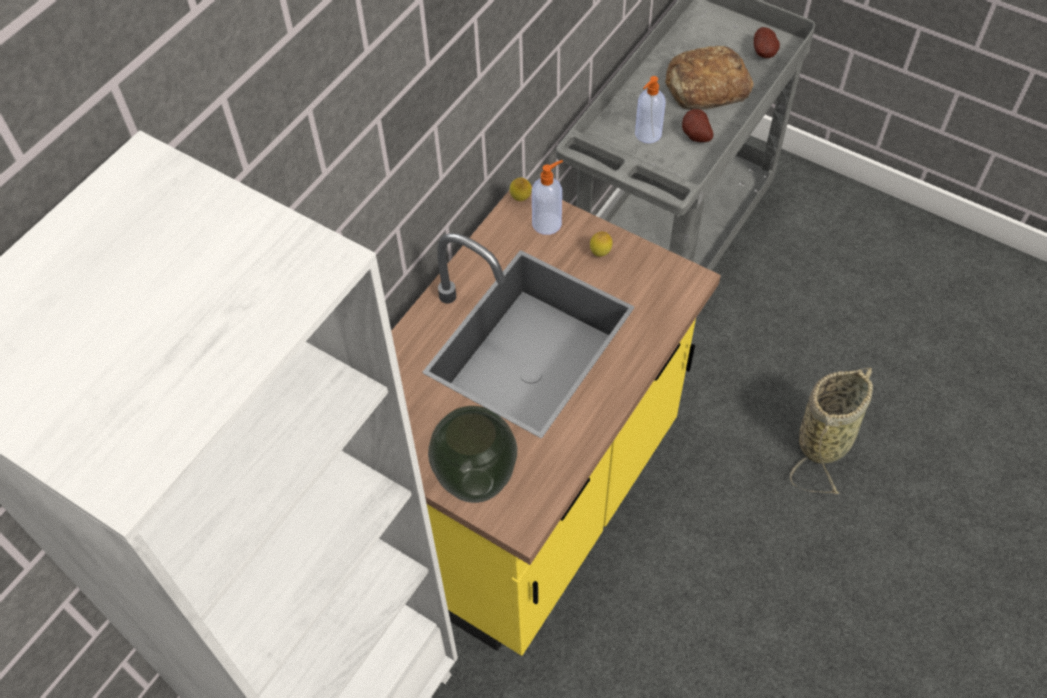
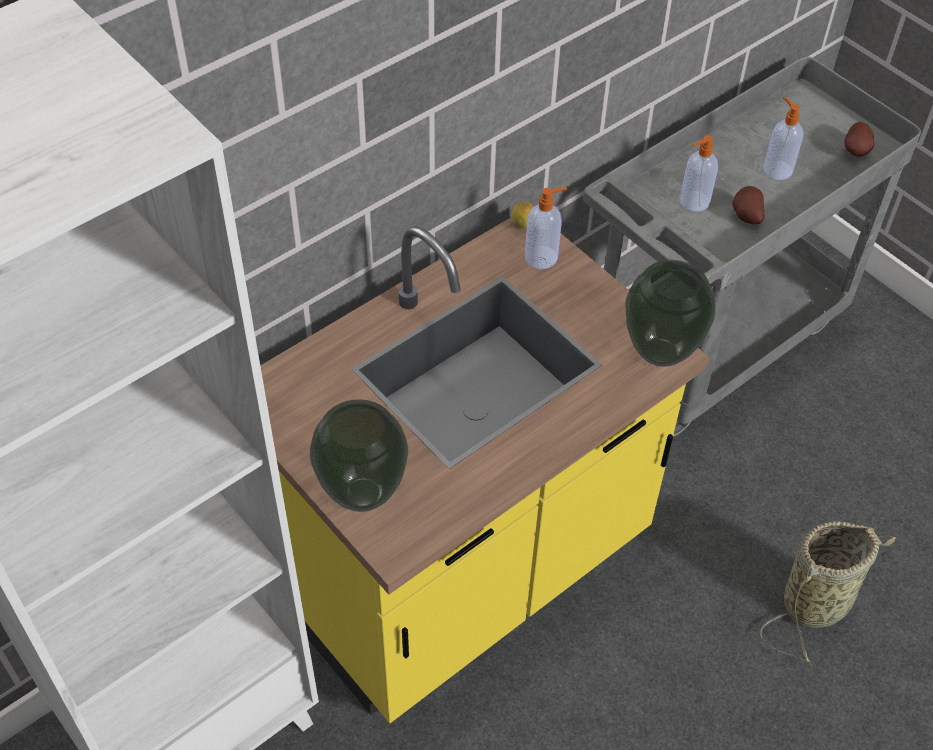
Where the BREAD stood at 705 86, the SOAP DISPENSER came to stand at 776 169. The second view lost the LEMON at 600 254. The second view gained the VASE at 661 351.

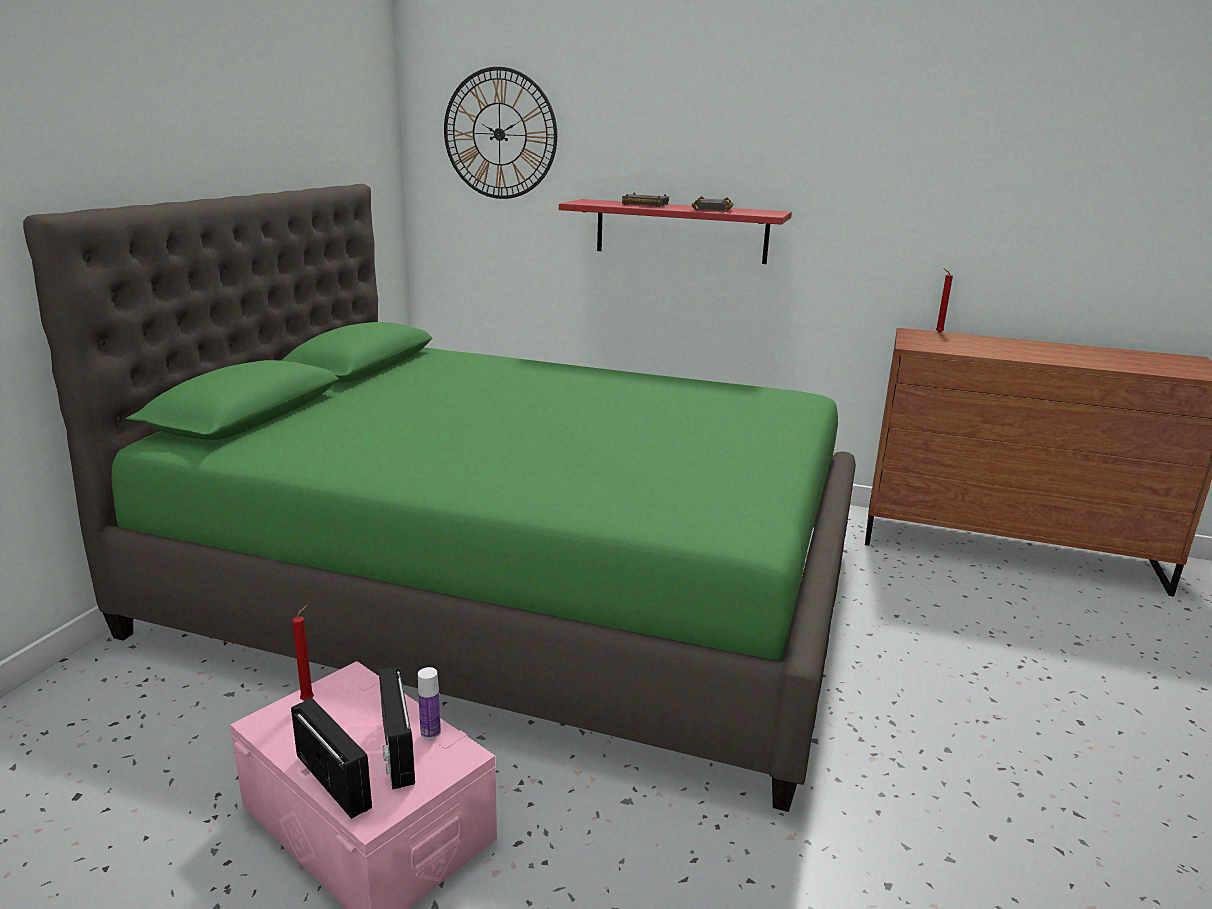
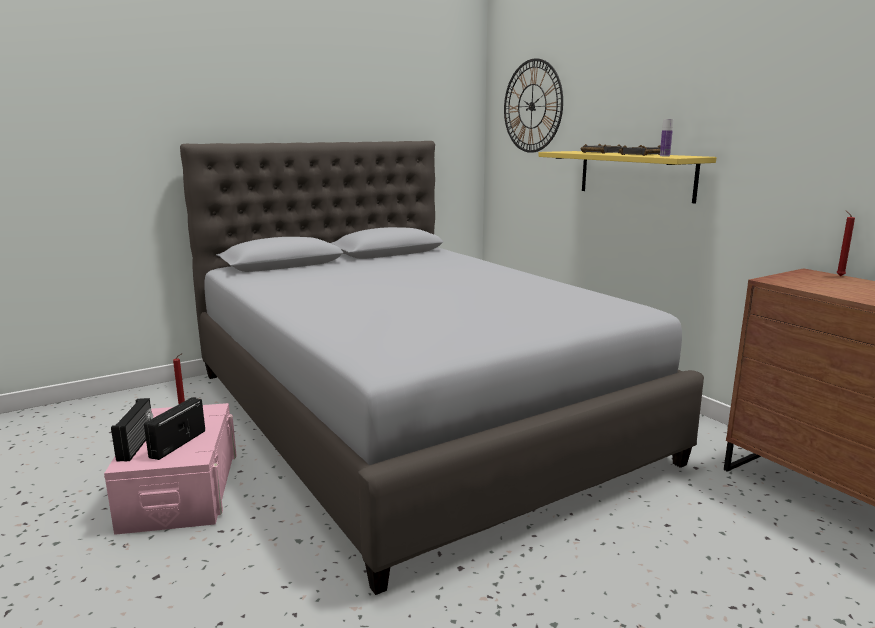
What was the GREEN BED at 515 588 turned into the GREY BED at 411 413. What was the RED SHELF at 681 231 turned into the YELLOW SHELF at 635 175. The BOTTLE ended up elsewhere, having gone from 430 732 to 664 156.

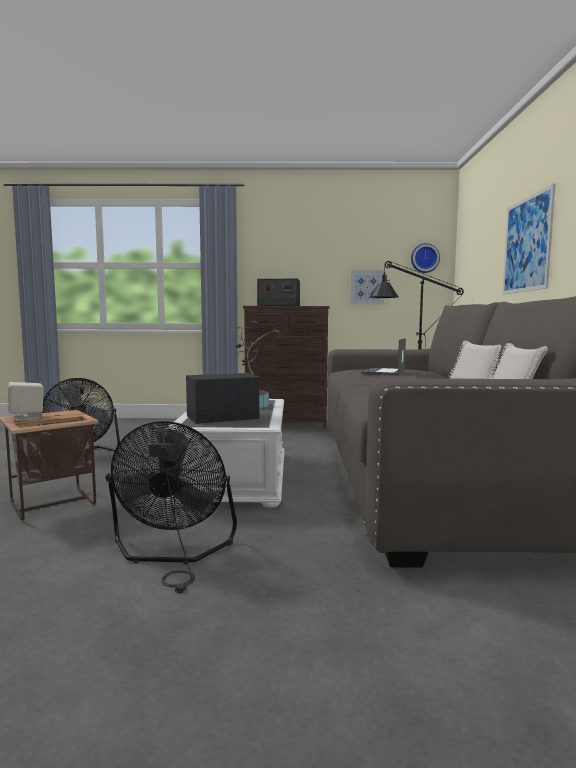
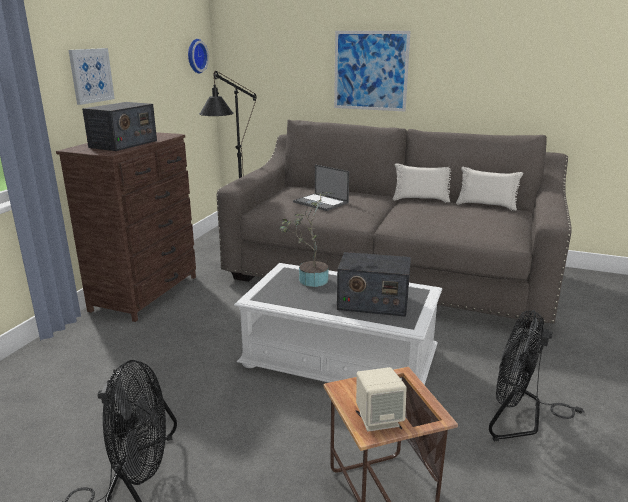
The PICTURE ended up elsewhere, having gone from 366 287 to 91 75. The RADIO at 223 417 ended up facing another way, 75 degrees counterclockwise from before.

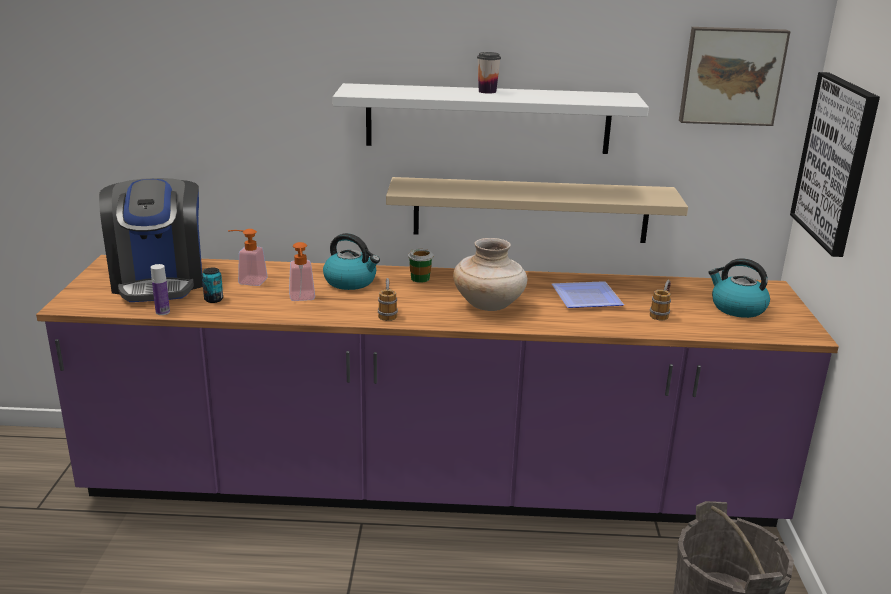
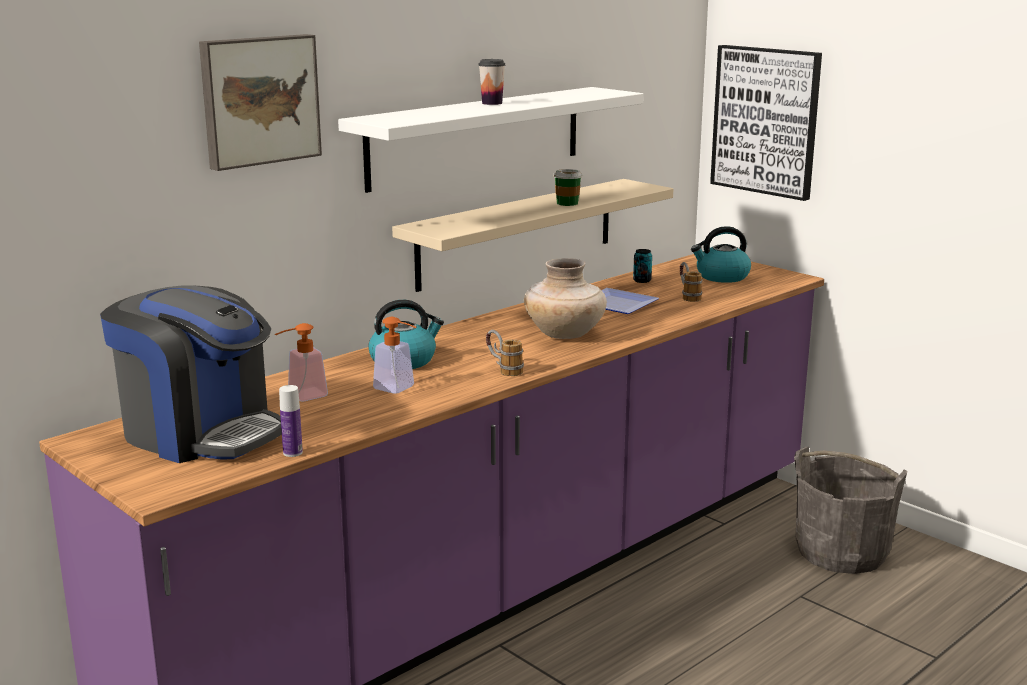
The PICTURE ended up elsewhere, having gone from 731 76 to 259 100. The CUP ended up elsewhere, having gone from 420 278 to 567 203. The CAN ended up elsewhere, having gone from 213 299 to 642 280.

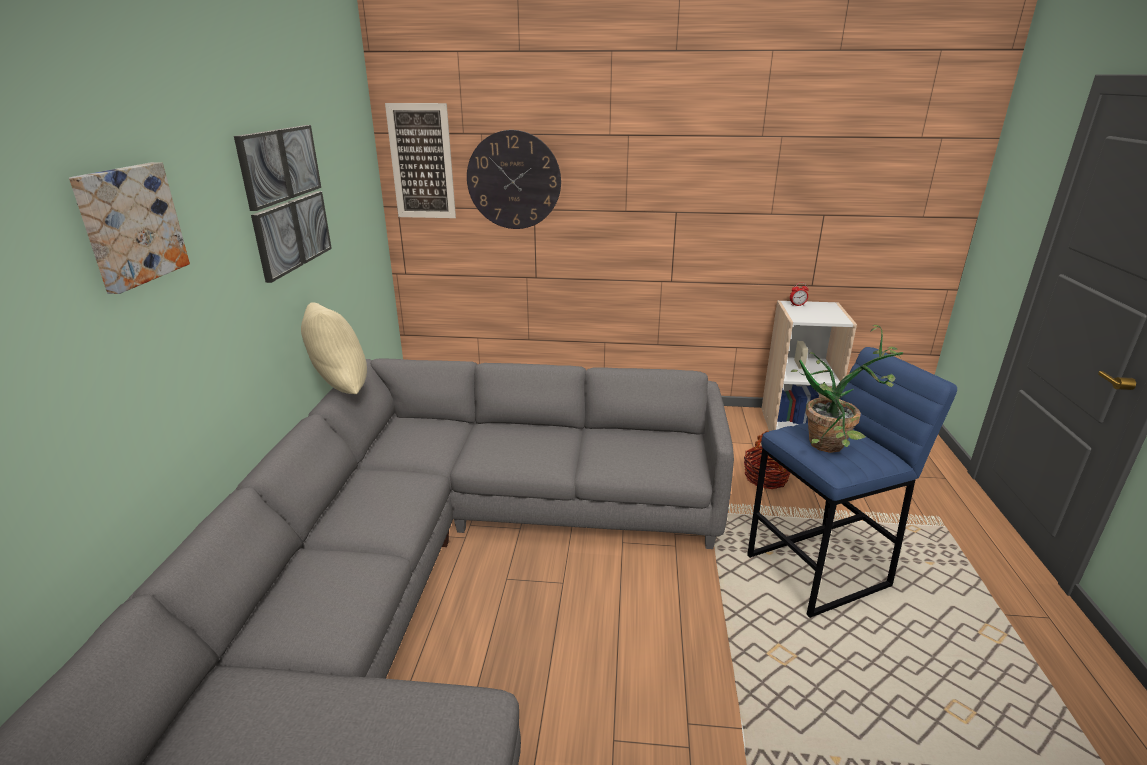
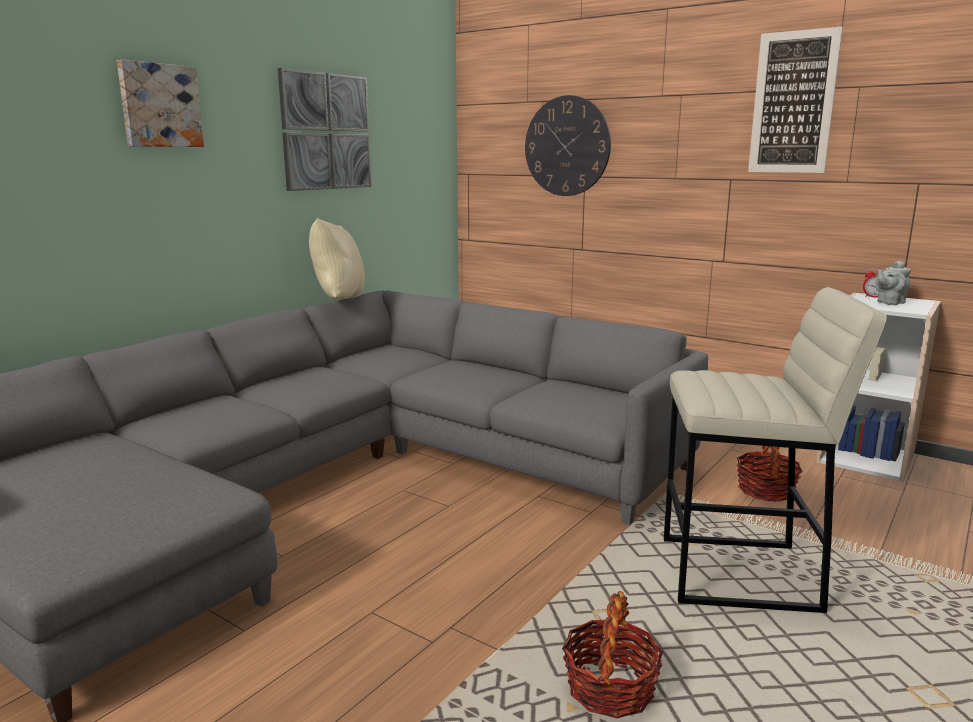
The PICTURE ended up elsewhere, having gone from 421 162 to 793 103. The second view lost the POTTED PLANT at 835 447. What was the BLUE STOOL at 820 569 turned into the BEIGE STOOL at 742 574. The second view gained the GREY TEAPOT at 889 303. The second view gained the BASKET at 610 688.

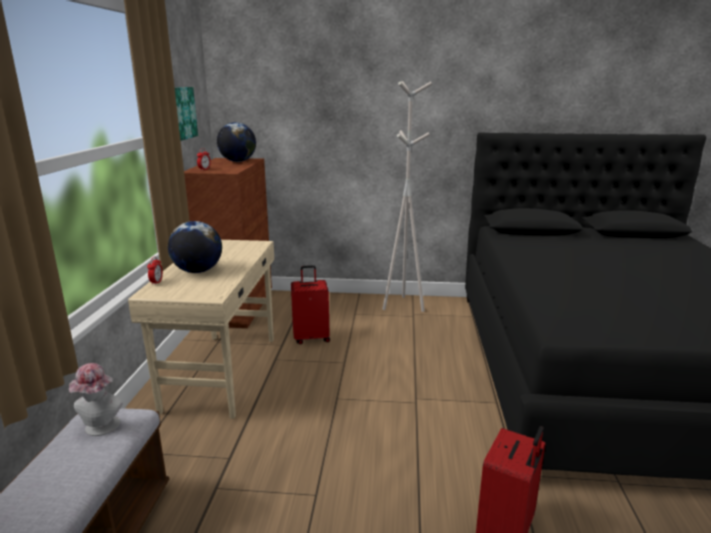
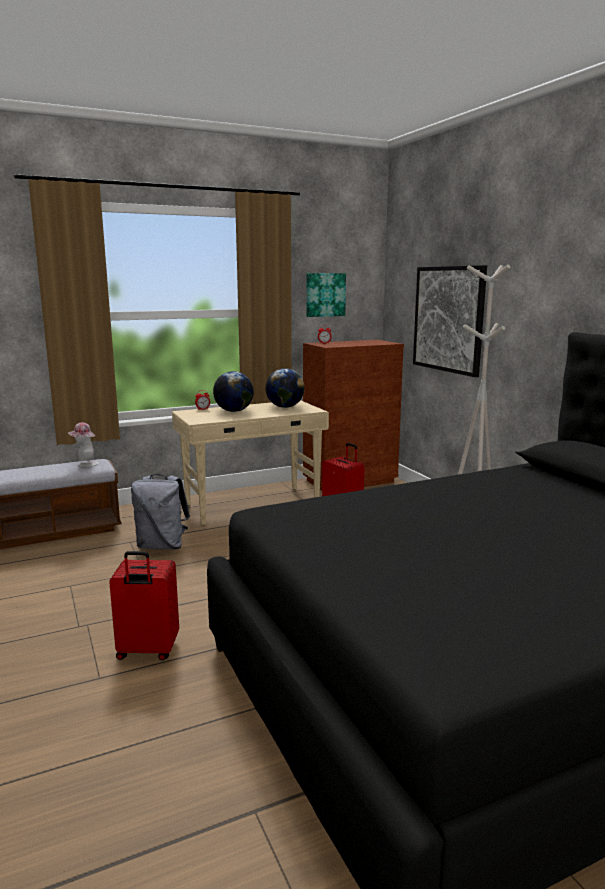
The GLOBE ended up elsewhere, having gone from 237 161 to 285 407. The second view gained the PICTURE at 448 319. The second view gained the GREY BACKPACK at 162 546.

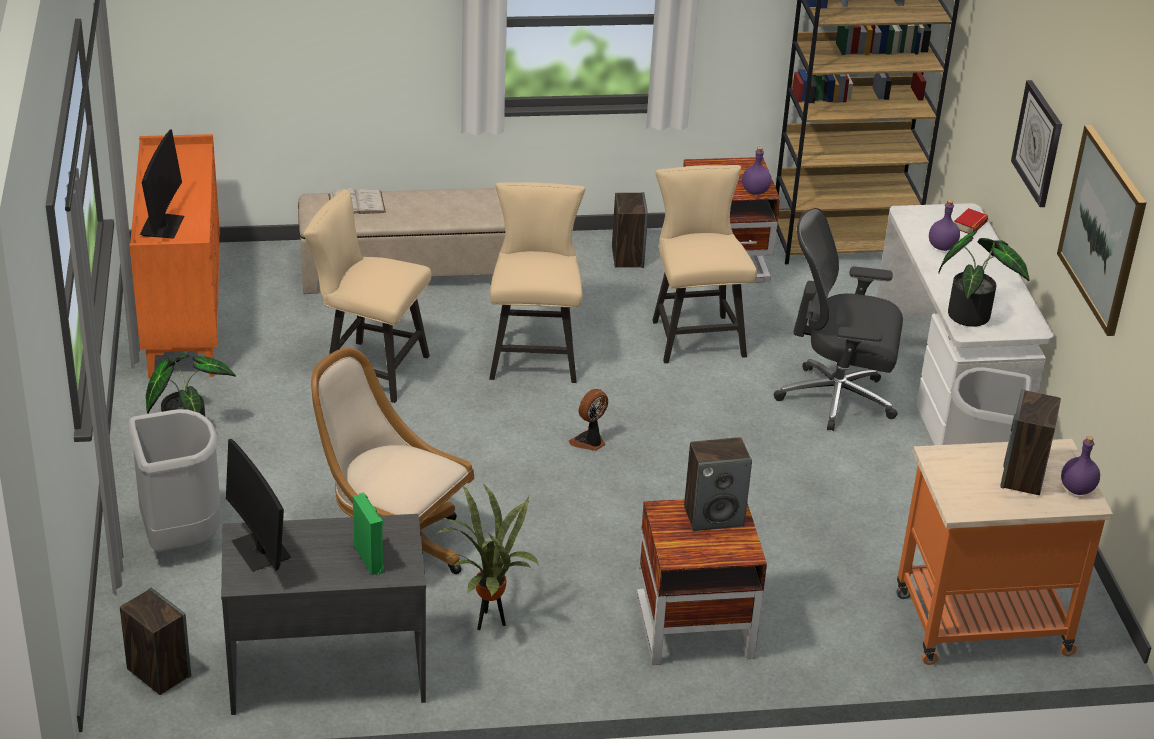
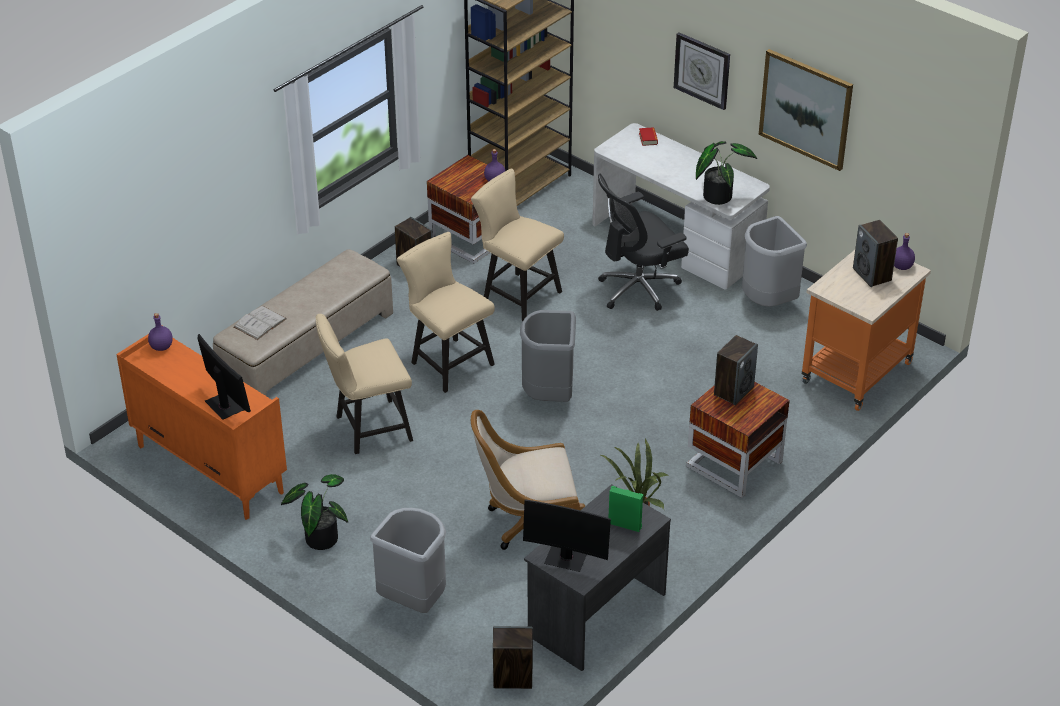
The PURPLE BOTTLE ended up elsewhere, having gone from 941 246 to 161 347. Where the FAN stood at 589 442, the GREY TRASH CAN came to stand at 549 395.

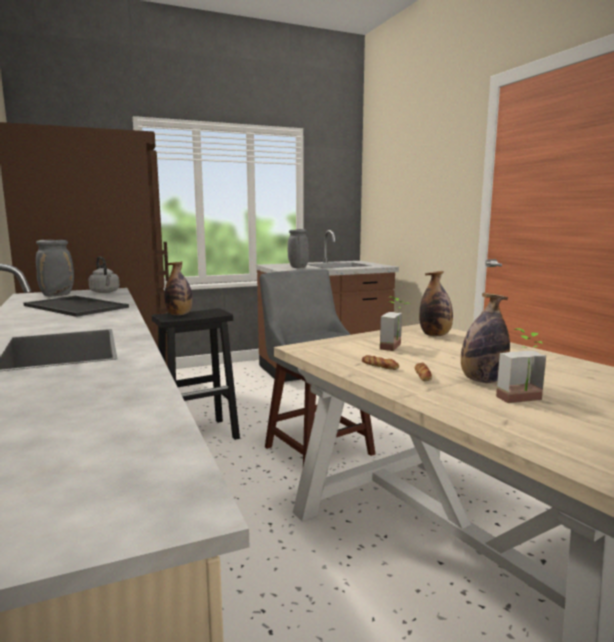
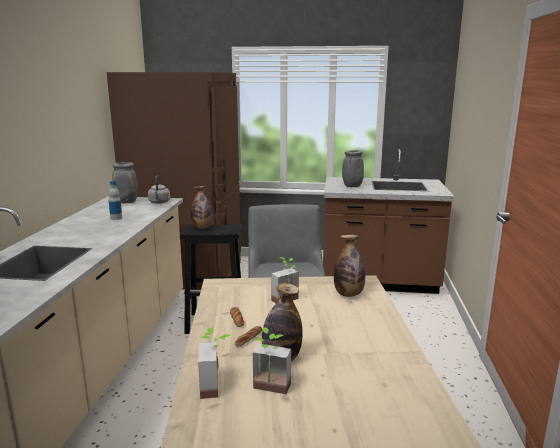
Where the TRAY stood at 78 306, the BOTTLE came to stand at 116 218. The second view gained the POTTED PLANT at 216 386.

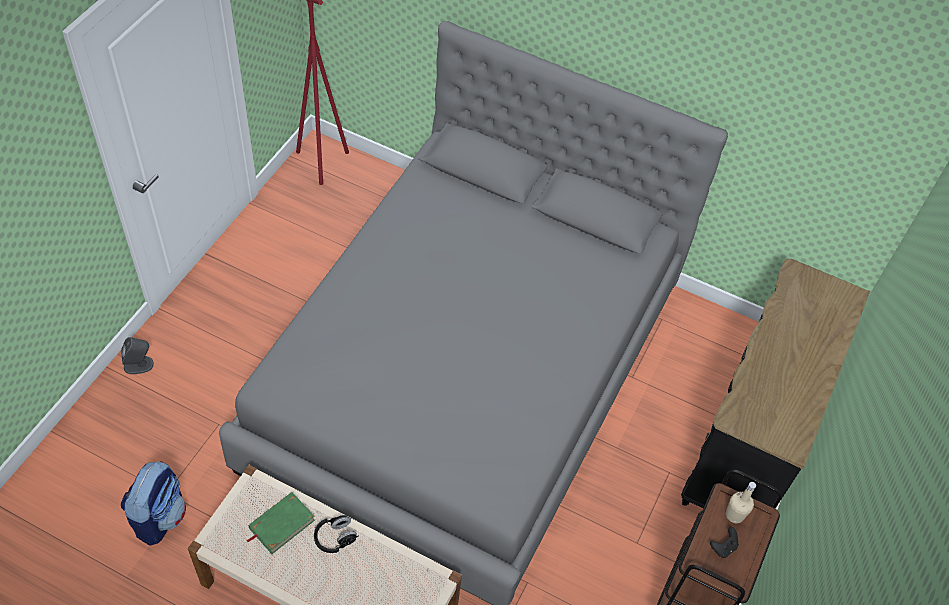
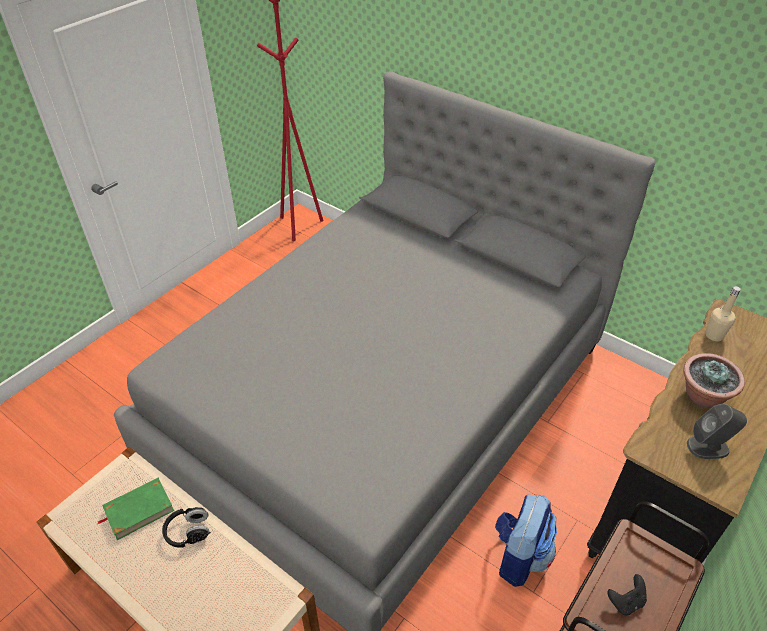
The GREY SPEAKER ended up elsewhere, having gone from 139 365 to 708 447. The BACKPACK ended up elsewhere, having gone from 159 516 to 519 556. The BEIGE BOTTLE ended up elsewhere, having gone from 734 515 to 714 335. The second view gained the POTTED PLANT at 703 397.

